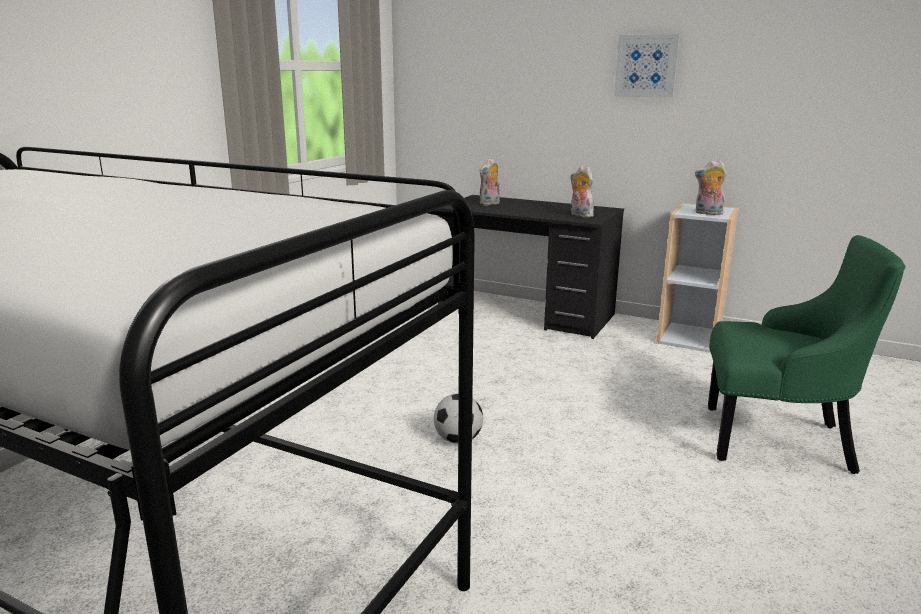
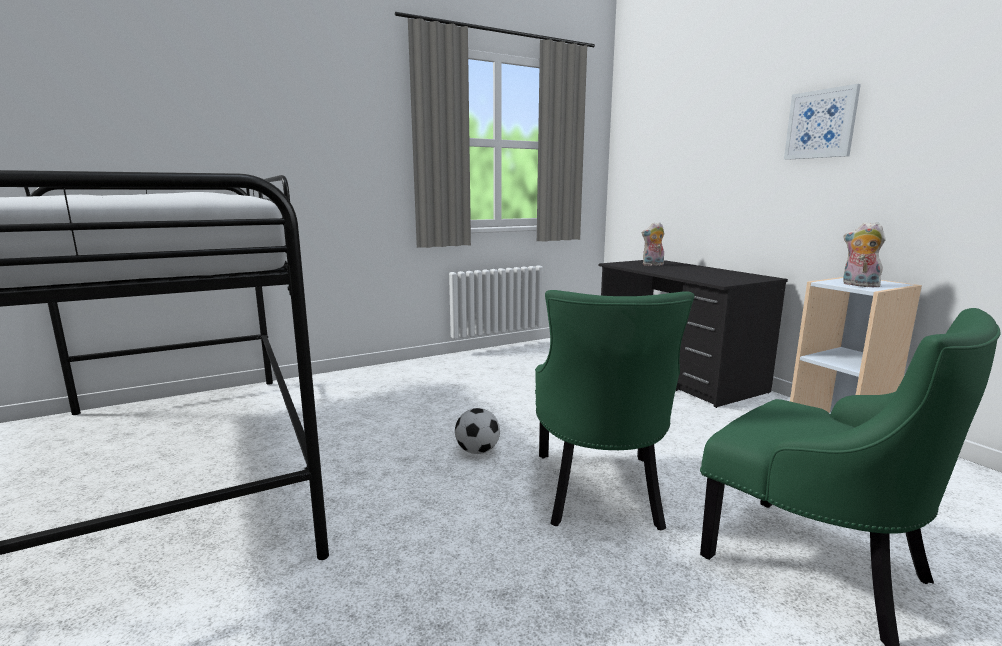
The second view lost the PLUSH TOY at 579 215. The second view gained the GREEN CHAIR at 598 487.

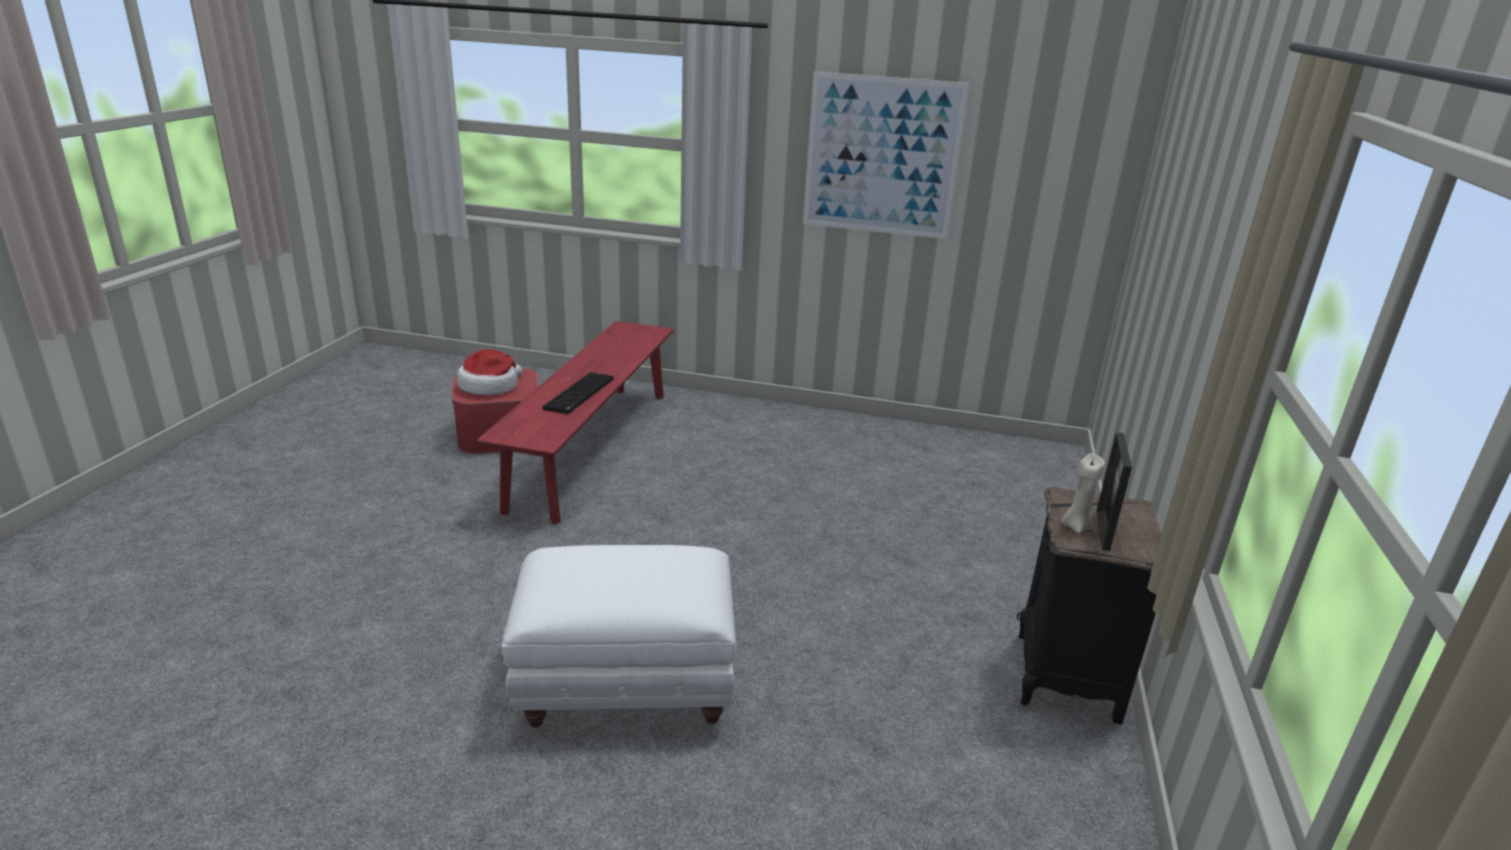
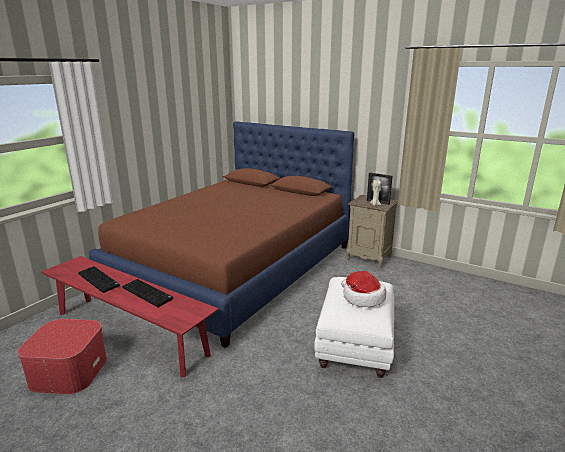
The second view lost the PICTURE at 881 156. The HAT ended up elsewhere, having gone from 490 386 to 362 297. What was the BLACK NIGHTSTAND at 1064 677 turned into the BEIGE NIGHTSTAND at 369 259. The second view gained the BROWN BED at 236 267. The second view gained the KEYBOARD at 99 280.

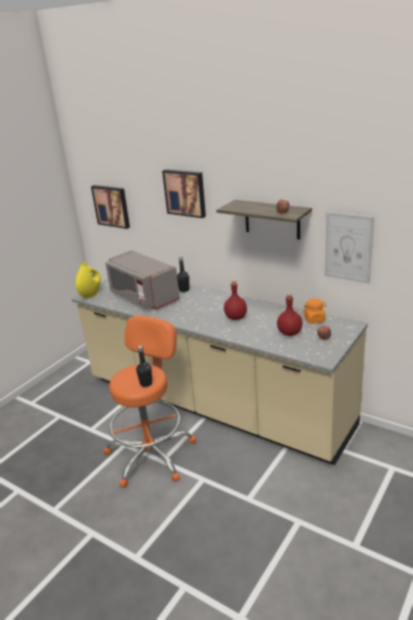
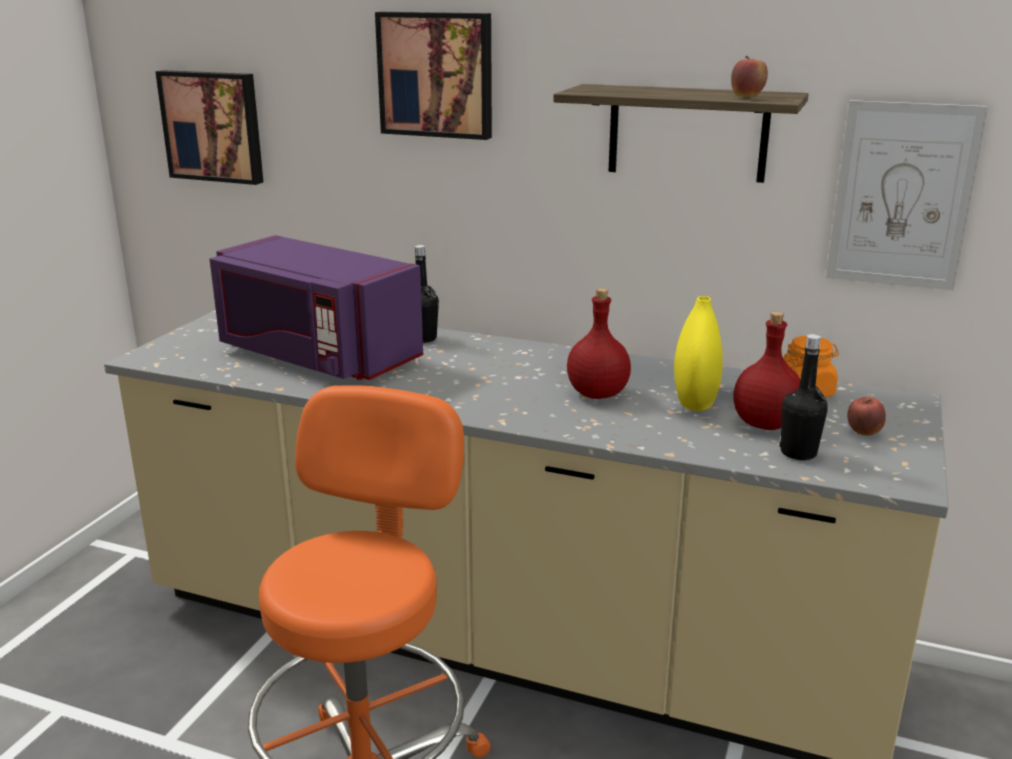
What was the GREY MICROWAVE at 143 297 turned into the PURPLE MICROWAVE at 316 355. The YELLOW VASE ended up elsewhere, having gone from 91 294 to 695 401. The BLACK BOTTLE ended up elsewhere, having gone from 146 383 to 798 453.

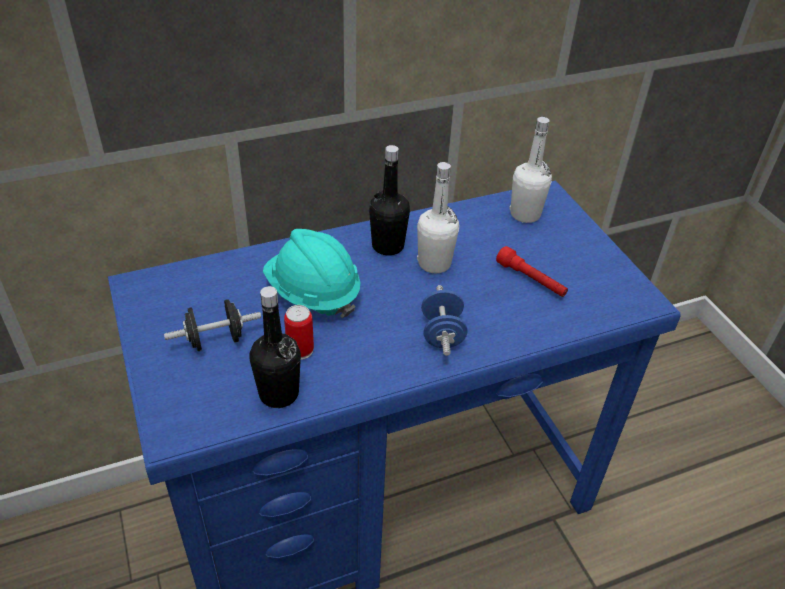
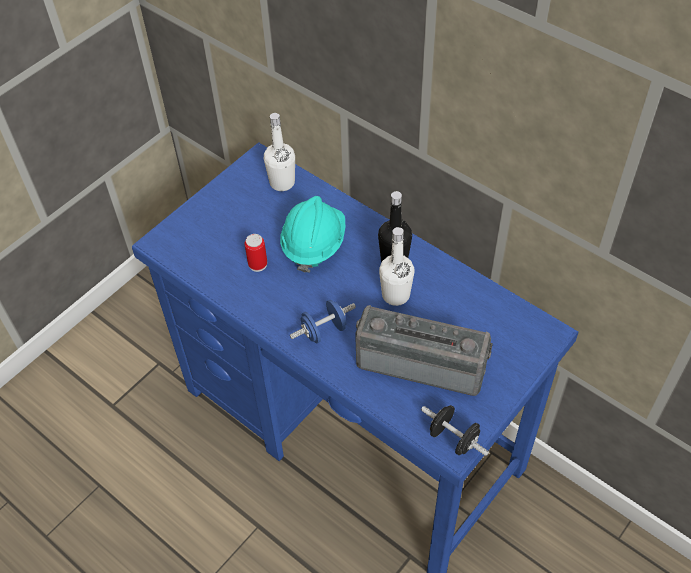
The WHITE BOTTLE ended up elsewhere, having gone from 525 214 to 282 183. Where the RED FLASHLIGHT stood at 531 280, the RADIO came to stand at 422 361. The second view lost the BLACK BOTTLE at 279 394. The BLACK DUMBBELL ended up elsewhere, having gone from 215 340 to 453 438.

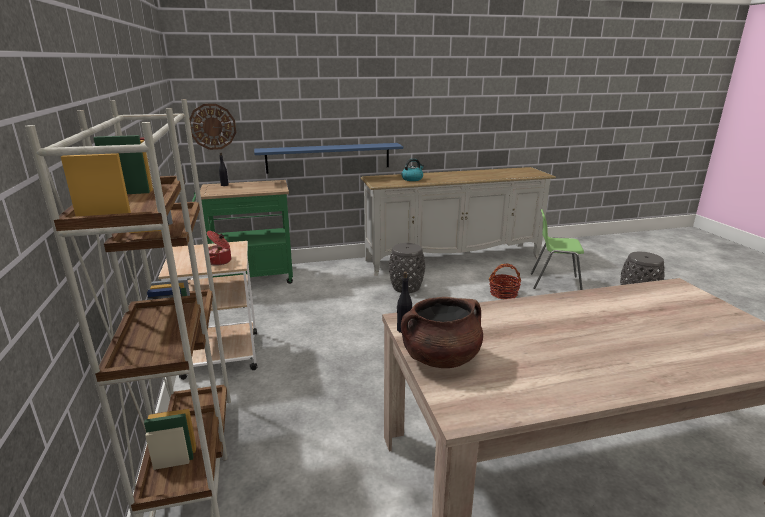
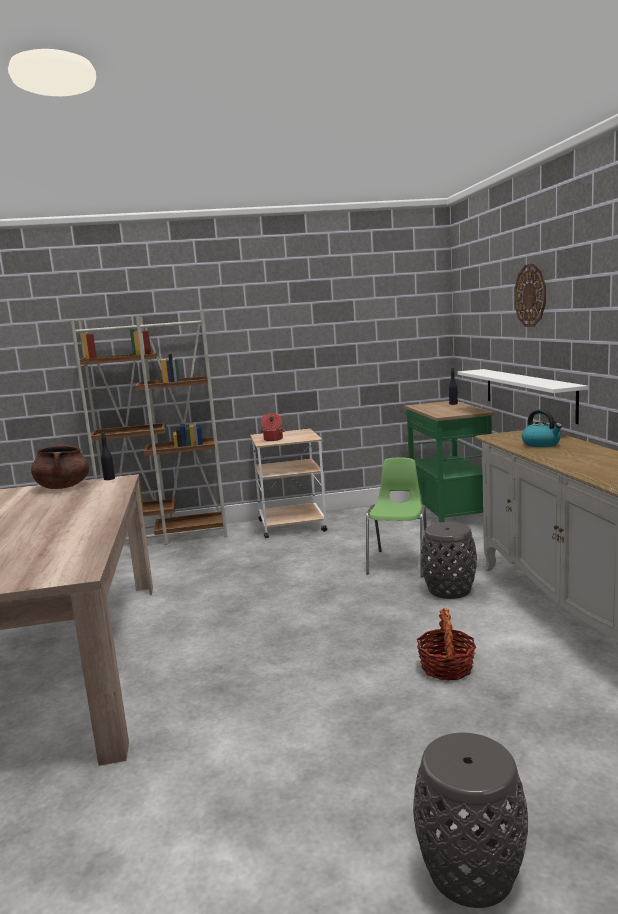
The WALL CLOCK ended up elsewhere, having gone from 212 126 to 530 295. What was the BLUE SHELF at 328 158 turned into the WHITE SHELF at 527 393. The GREEN CHAIR ended up elsewhere, having gone from 554 283 to 399 563.

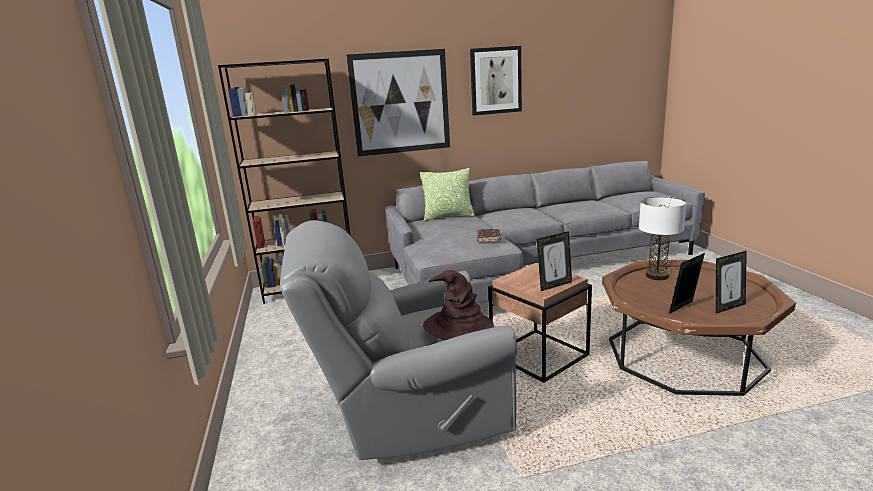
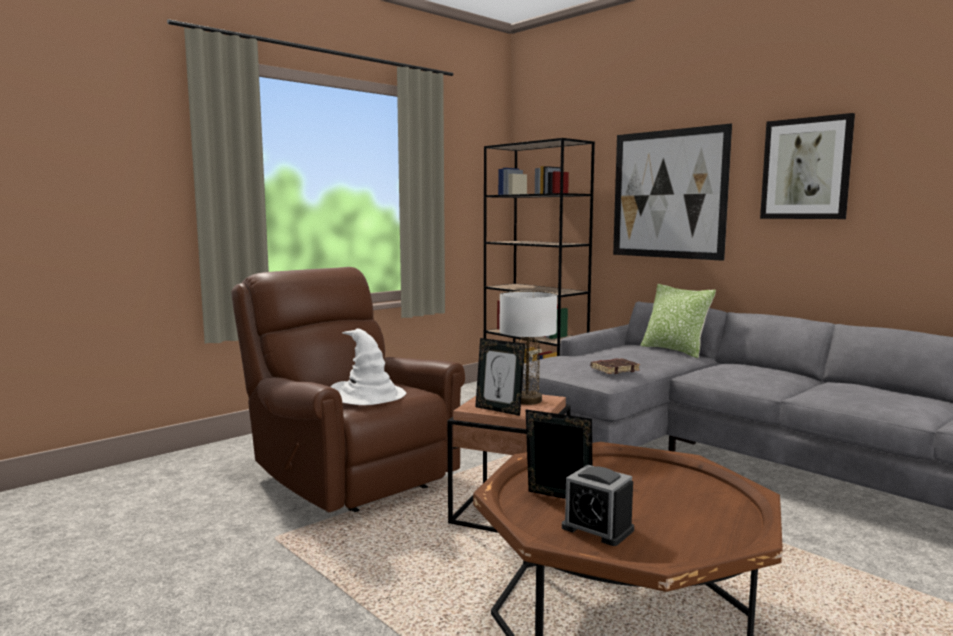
The TABLE LAMP ended up elsewhere, having gone from 656 276 to 526 400. What was the GREY ARMCHAIR at 409 413 turned into the BROWN ARMCHAIR at 348 474. Where the PICTURE FRAME stood at 727 307, the ALARM CLOCK came to stand at 597 529. What was the BROWN HAT at 457 328 turned into the WHITE HAT at 367 396.

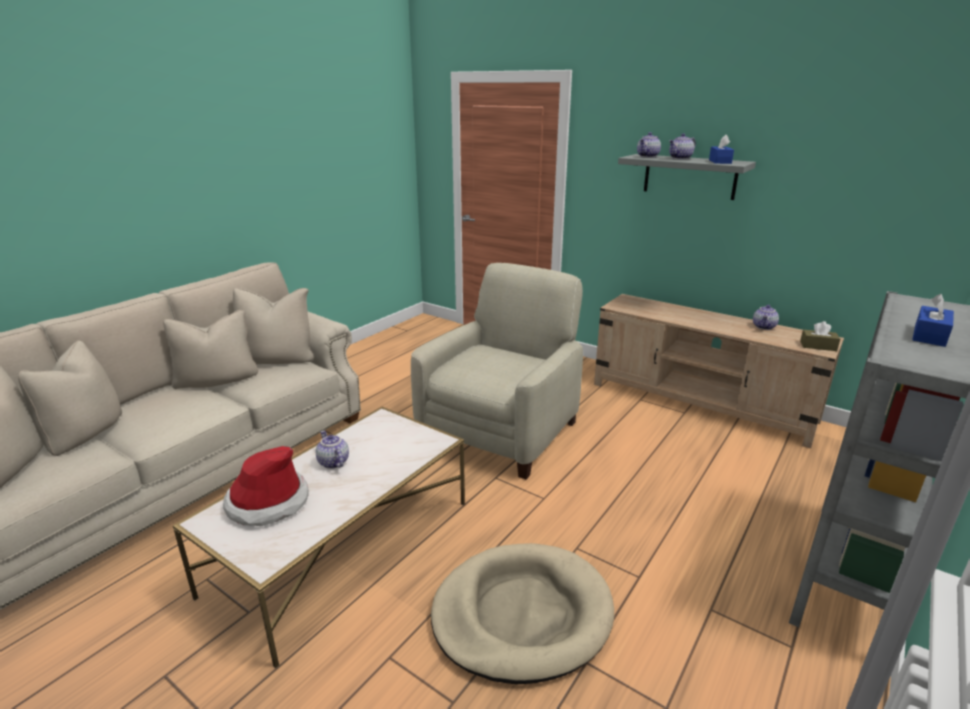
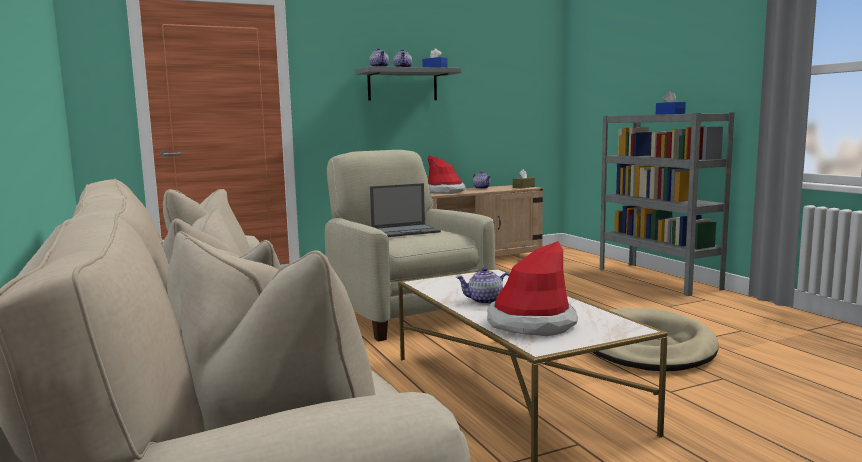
The second view gained the HAT at 444 192. The second view gained the LAPTOP at 406 231.

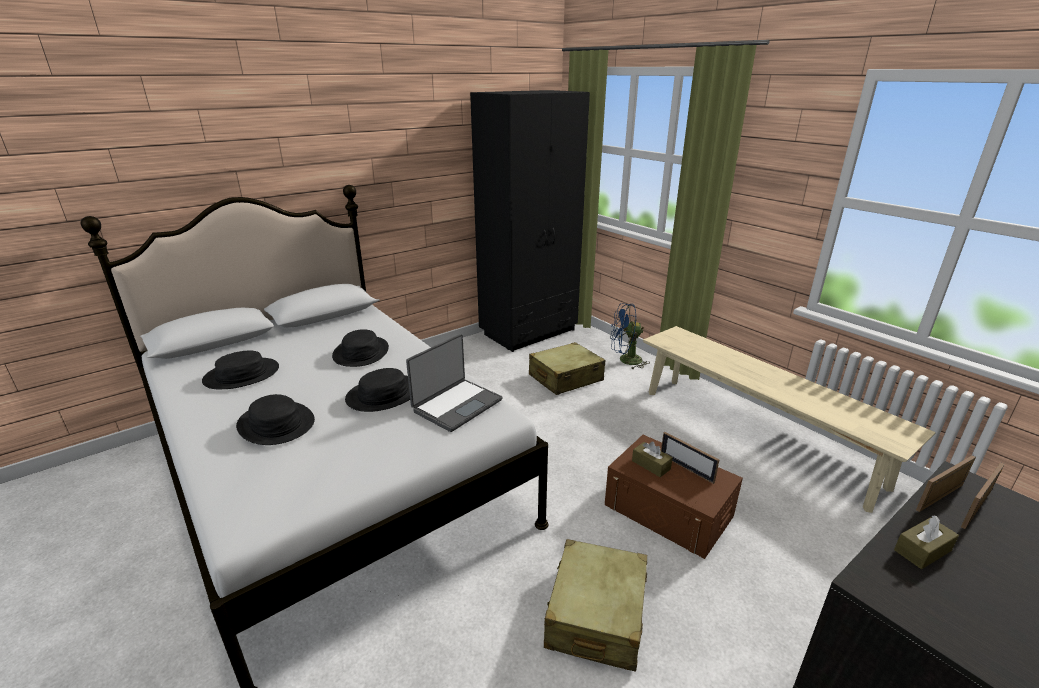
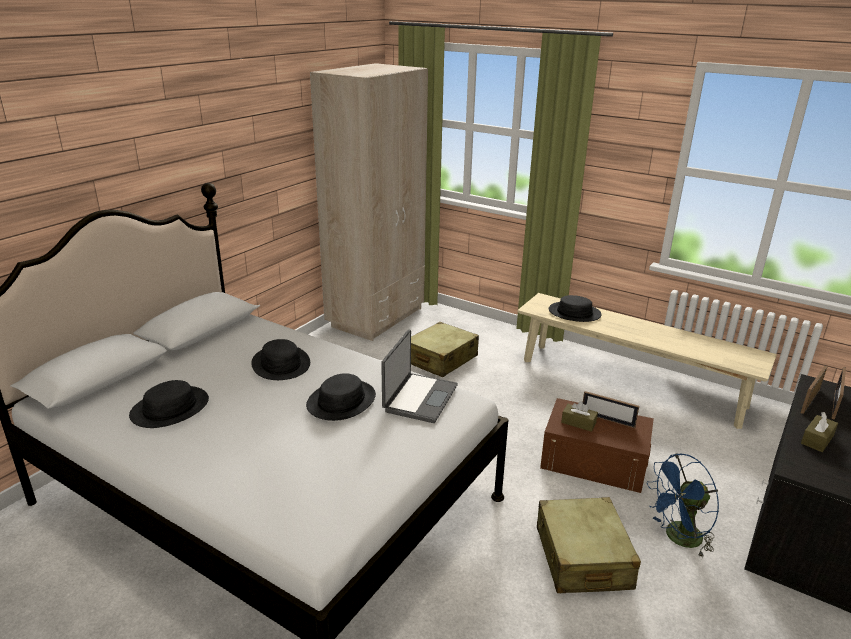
What was the BLACK WARDROBE at 529 332 turned into the BEIGE WARDROBE at 377 317. The BLUE FAN ended up elsewhere, having gone from 625 360 to 678 538. The BLACK HAT ended up elsewhere, having gone from 276 424 to 574 313.

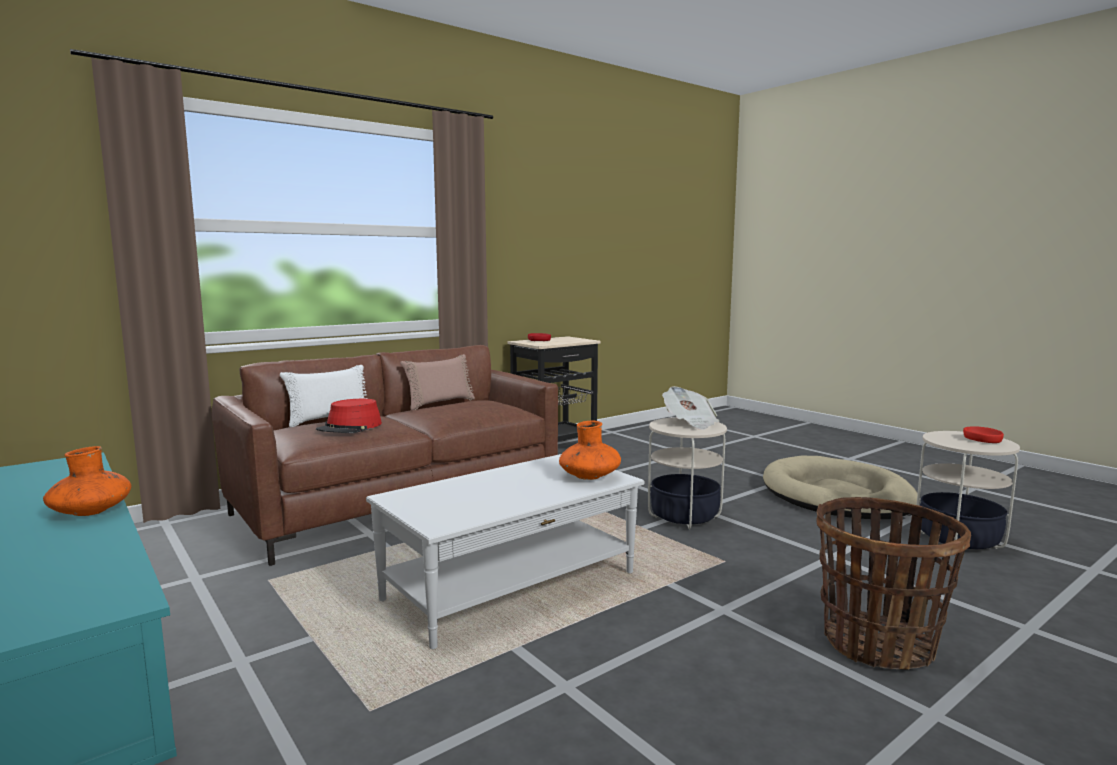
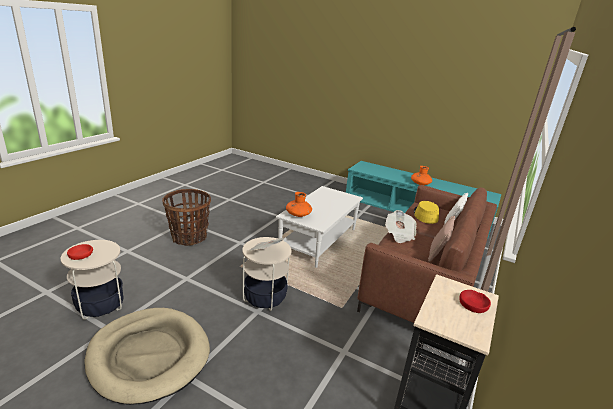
What was the RED HAT at 350 427 turned into the YELLOW HAT at 425 215. The second view gained the NEWSPAPER at 399 235.

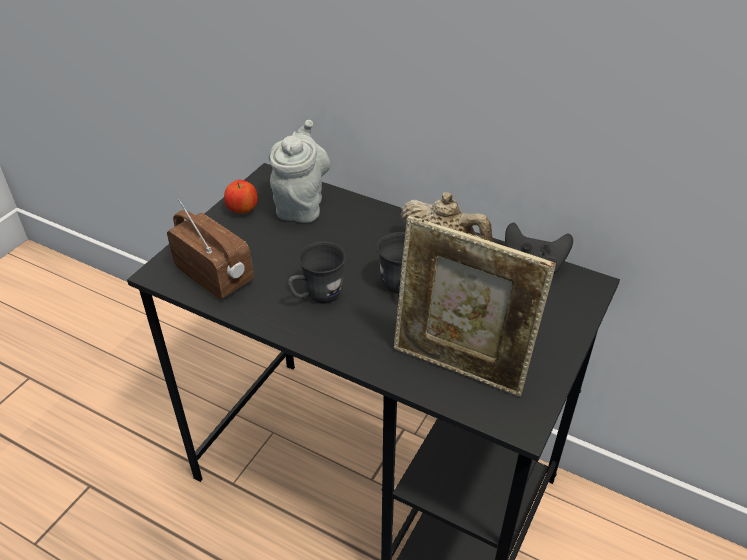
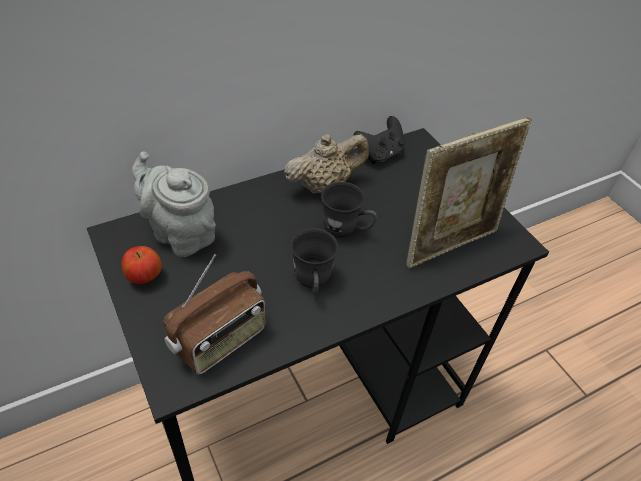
The RADIO at 215 275 ended up facing another way, 150 degrees clockwise from before.

